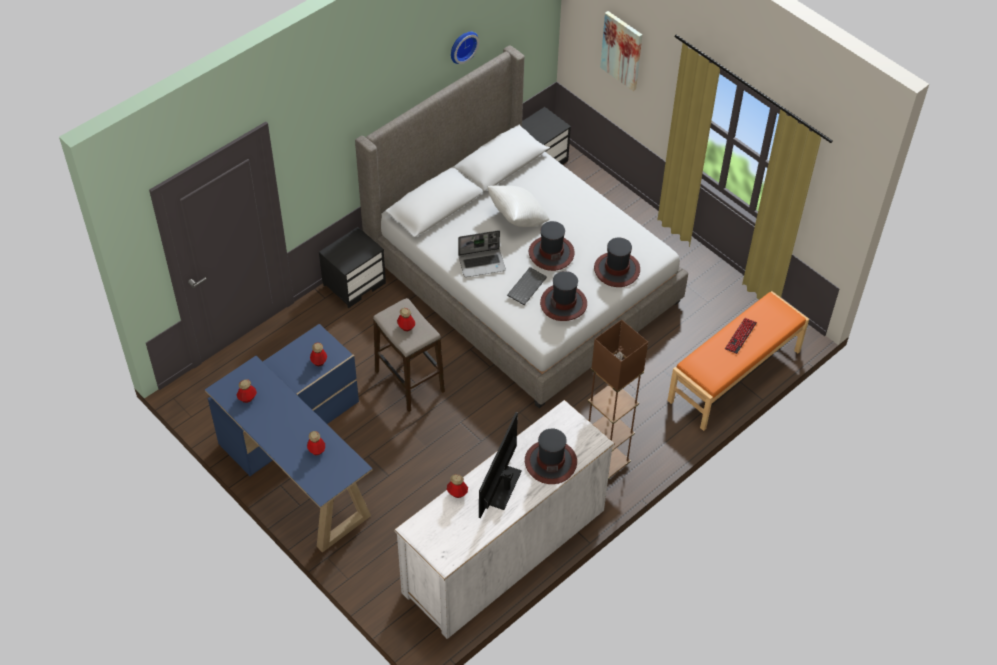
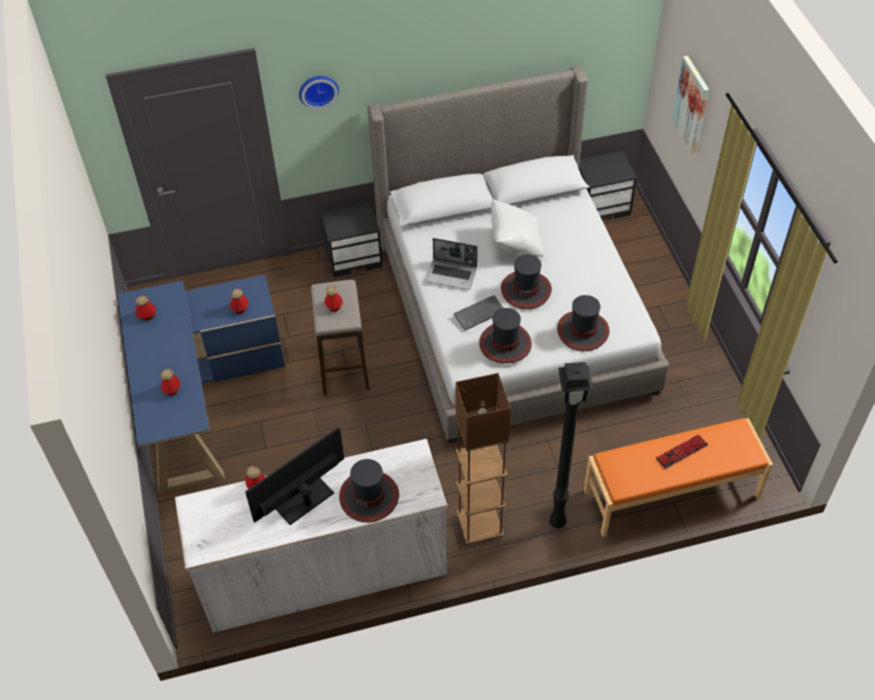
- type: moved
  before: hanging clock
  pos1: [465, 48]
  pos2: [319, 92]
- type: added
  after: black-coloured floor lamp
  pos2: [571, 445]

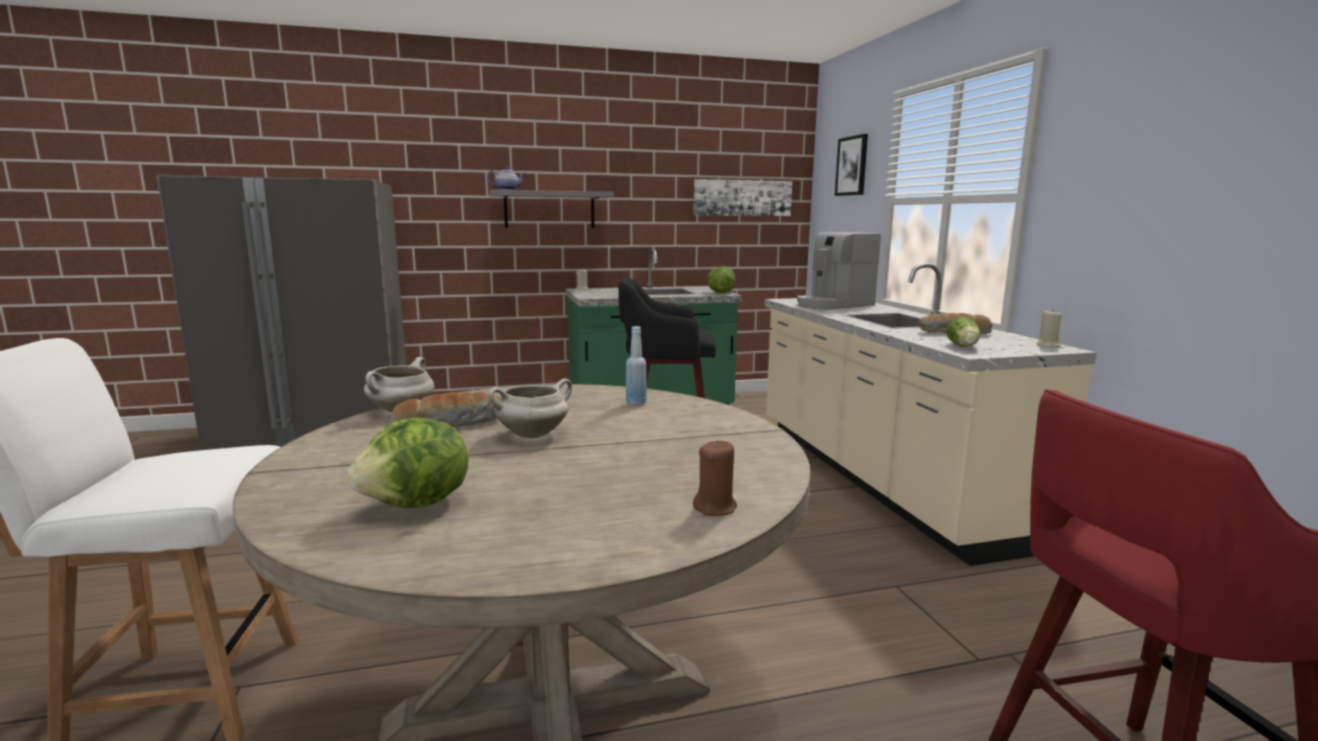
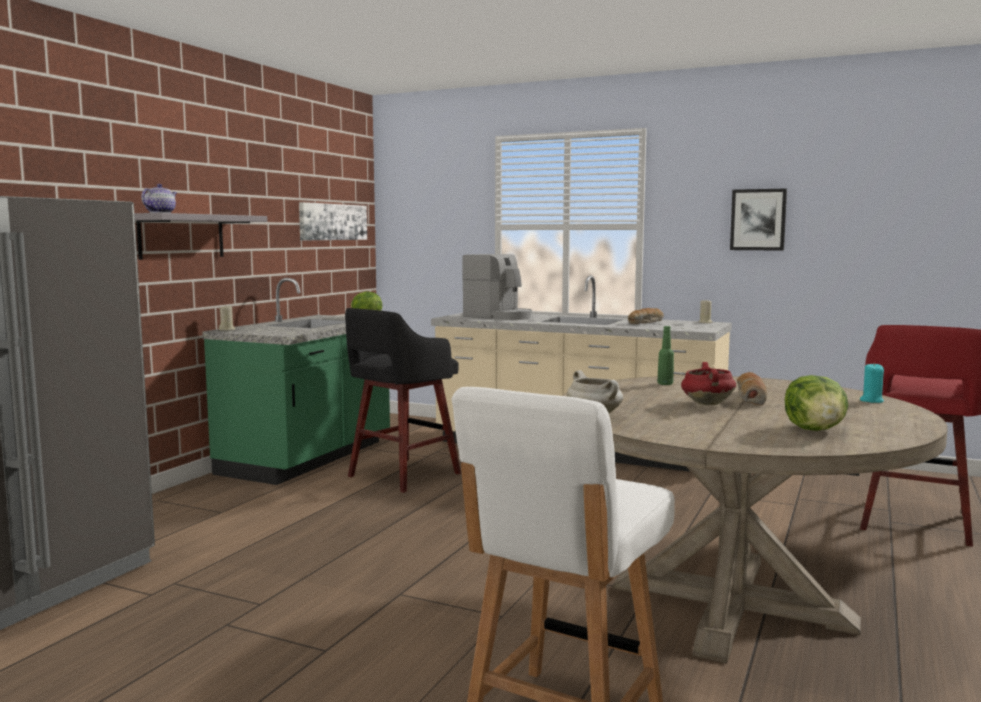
- type: moved
  before: baked bread
  pos1: [444, 409]
  pos2: [752, 389]
- type: recoloured
  before: white-coloured cooking pot
  after: red cooking pot
  pos1: [530, 408]
  pos2: [708, 383]
- type: recoloured
  before: blue-coloured drink bottle
  after: greenish drink bottle
  pos1: [636, 365]
  pos2: [666, 355]
- type: recoloured
  before: brown-coloured wax candle
  after: turquoise-coloured wax candle
  pos1: [715, 478]
  pos2: [872, 383]
- type: turned
  before: coffee maker
  pos1: [839, 271]
  pos2: [497, 287]
  turn: -60
- type: moved
  before: wall picture
  pos1: [851, 165]
  pos2: [758, 219]
- type: removed
  before: head of lettuce
  pos1: [963, 332]

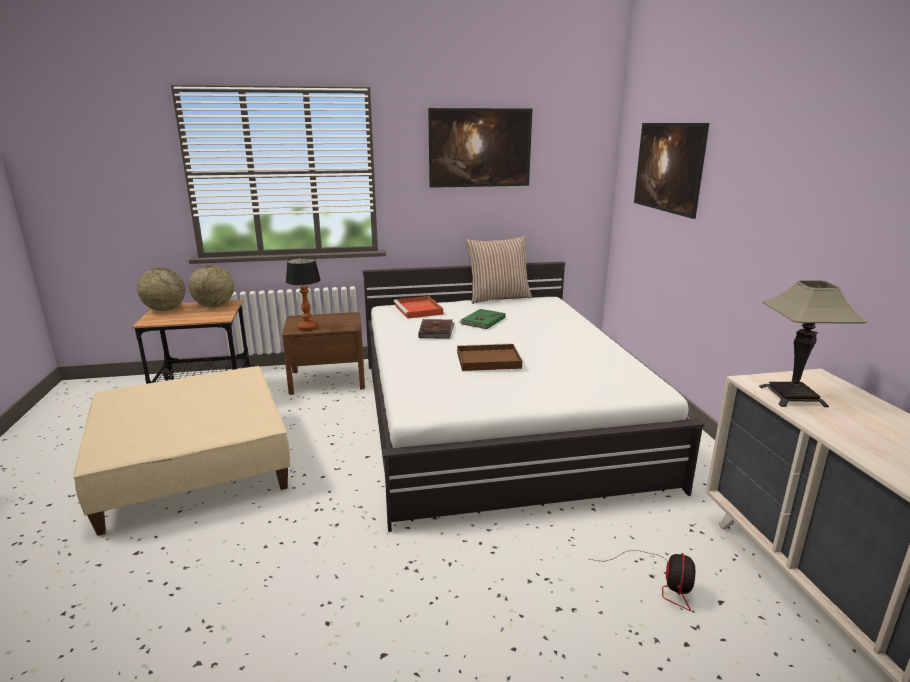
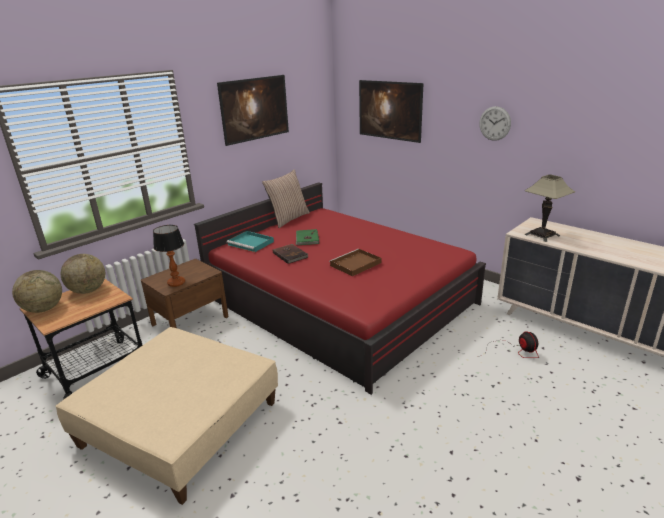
- type: recoloured
  before: white-coloured sleeping bed
  after: red sleeping bed
  pos1: [533, 397]
  pos2: [340, 288]
- type: recoloured
  before: red carrying tray
  after: turquoise-coloured carrying tray
  pos1: [418, 307]
  pos2: [250, 241]
- type: added
  after: hanging clock
  pos2: [495, 123]

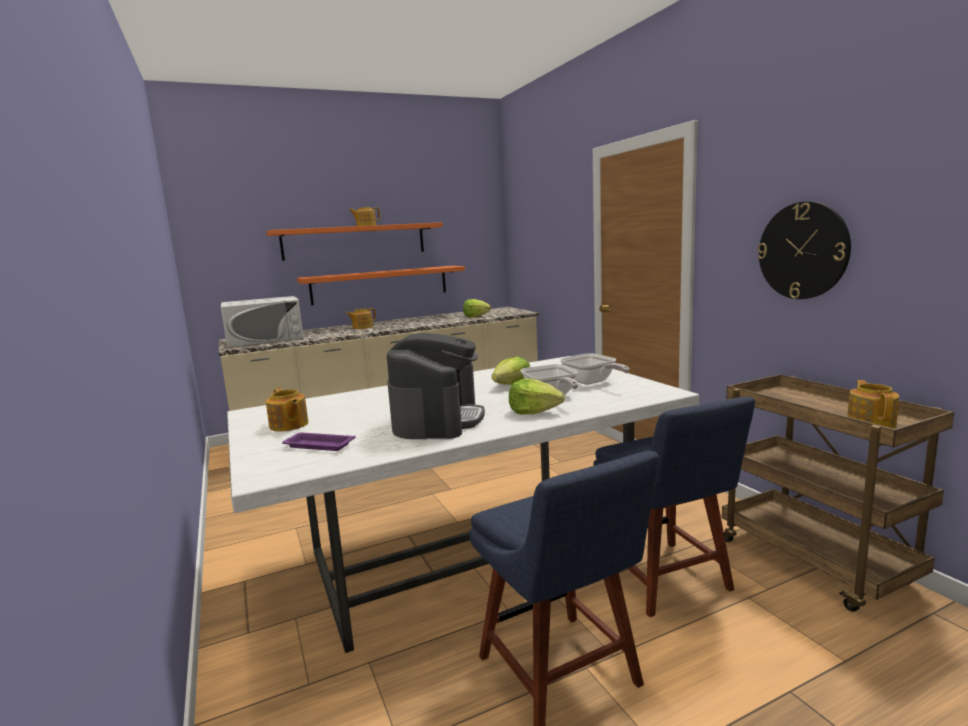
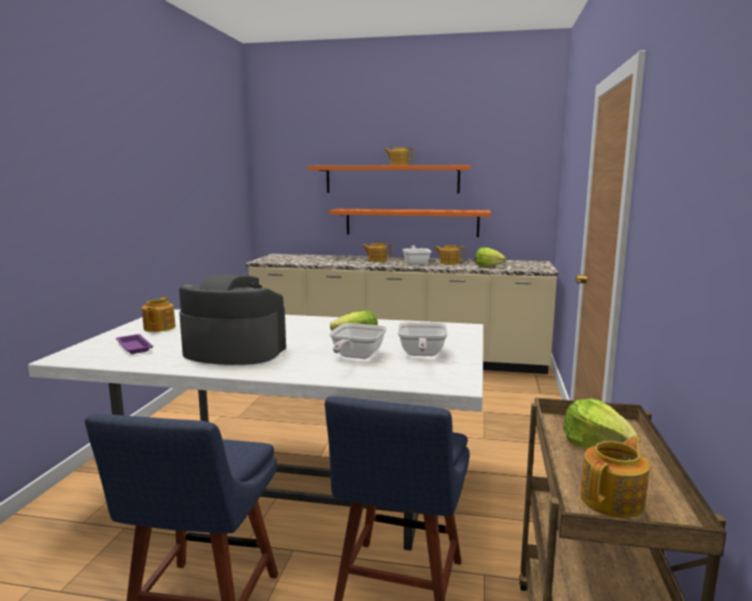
- type: removed
  before: white-coloured kitchen microwave
  pos1: [262, 322]
- type: turned
  before: coffee maker
  pos1: [436, 386]
  pos2: [232, 319]
  turn: -120
- type: moved
  before: head of lettuce
  pos1: [537, 396]
  pos2: [601, 423]
- type: removed
  before: hanging clock
  pos1: [804, 250]
- type: added
  after: frying pan
  pos2: [417, 255]
- type: added
  after: pot for tea
  pos2: [449, 255]

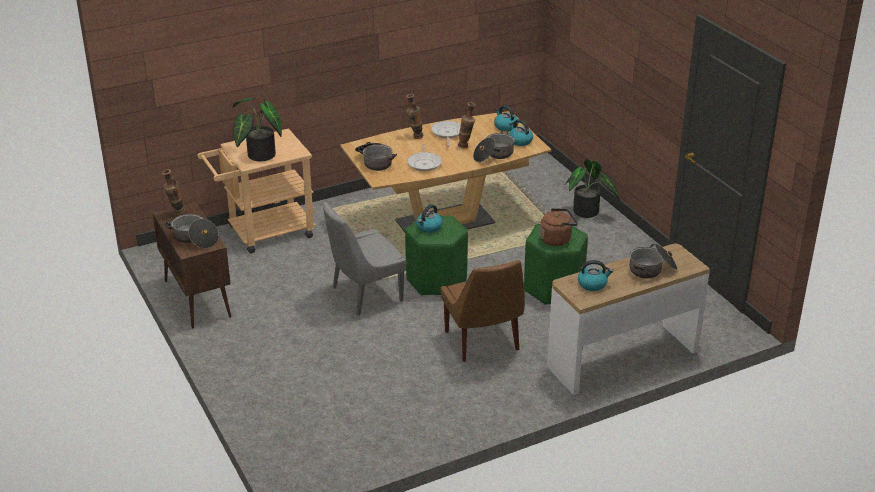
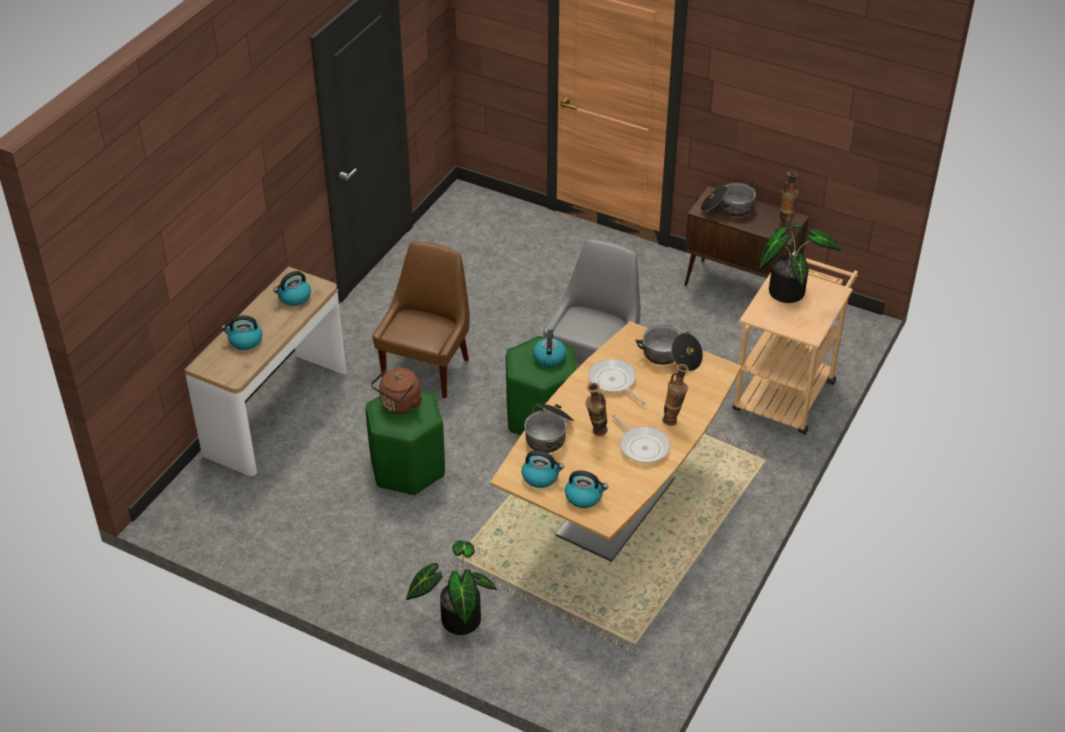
- type: turned
  before: brown-coloured chair
  pos1: [482, 311]
  pos2: [421, 320]
  turn: 75
- type: replaced
  before: cooking pot
  after: tea kettle
  pos1: [653, 261]
  pos2: [241, 332]

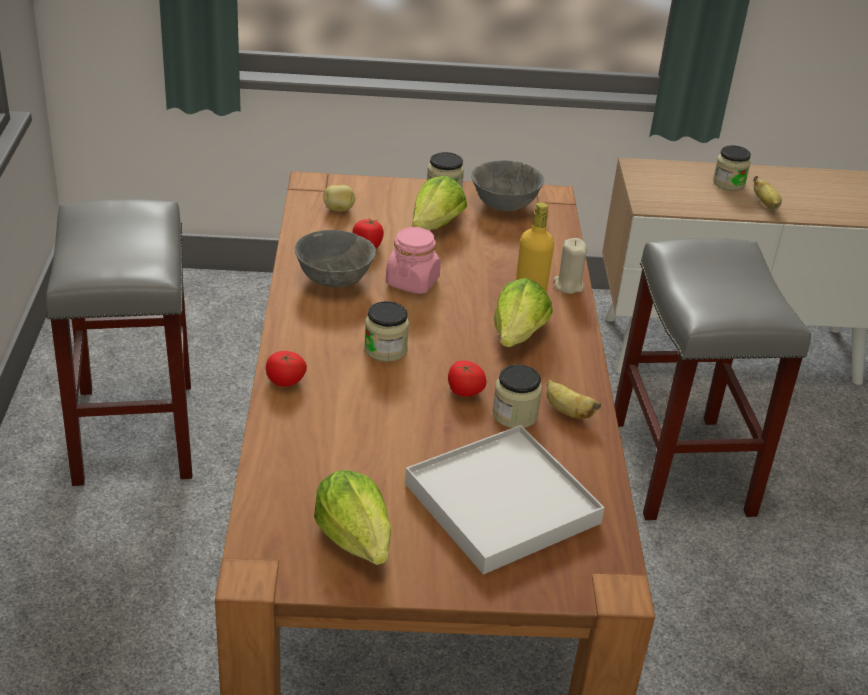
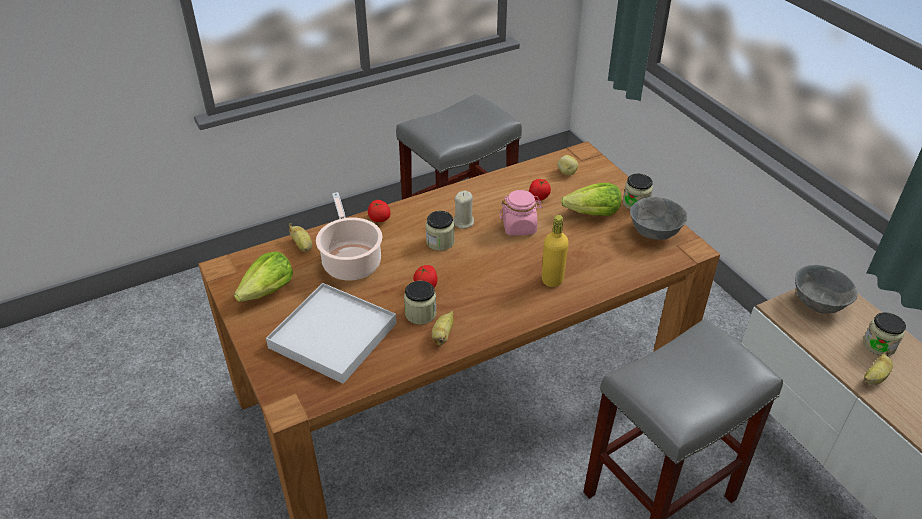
- type: moved
  before: greyish deep dish
  pos1: [335, 258]
  pos2: [826, 289]
- type: removed
  before: head of lettuce
  pos1: [523, 312]
- type: moved
  before: beige-coloured wax candle
  pos1: [570, 266]
  pos2: [463, 210]
- type: added
  after: banana fruit
  pos2: [300, 237]
- type: added
  after: cooking pot
  pos2: [349, 236]

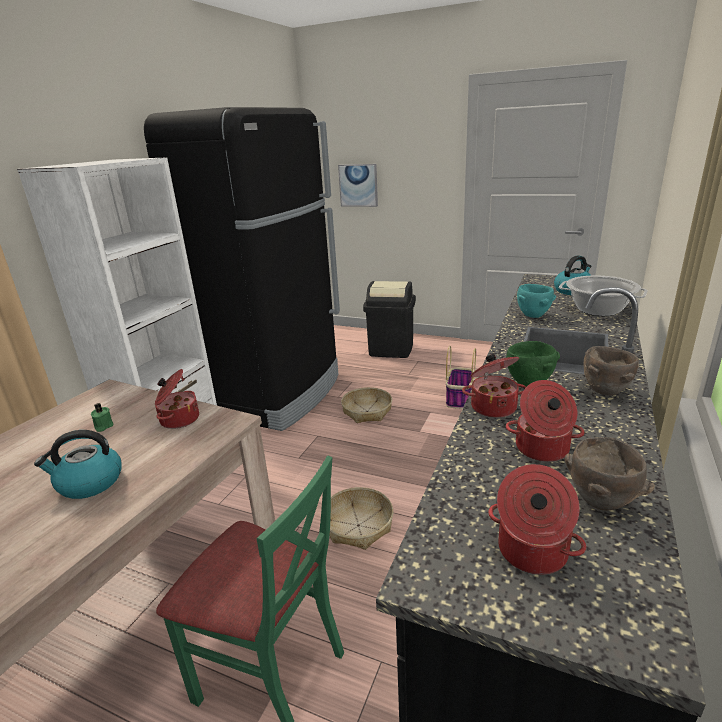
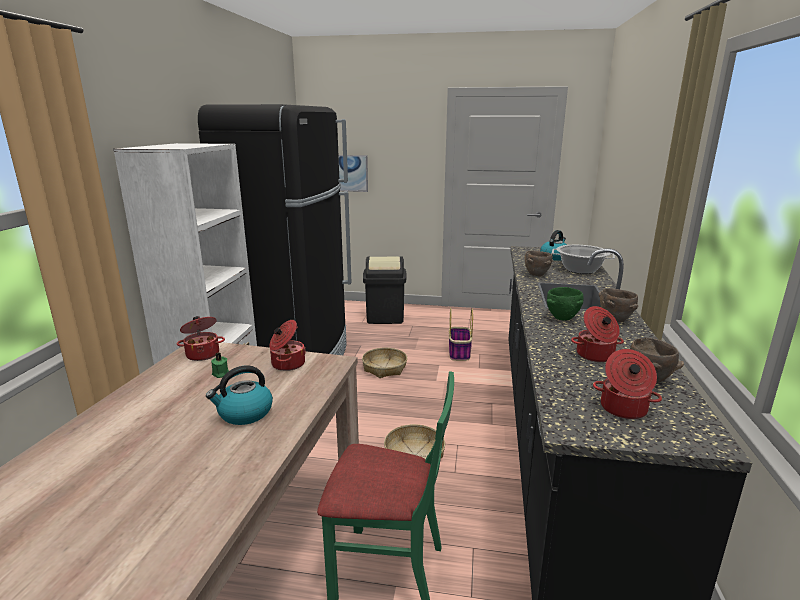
- type: moved
  before: cooking pot
  pos1: [494, 386]
  pos2: [201, 338]
- type: recoloured
  before: turquoise-coloured deep dish
  after: brown-coloured deep dish
  pos1: [536, 301]
  pos2: [539, 263]

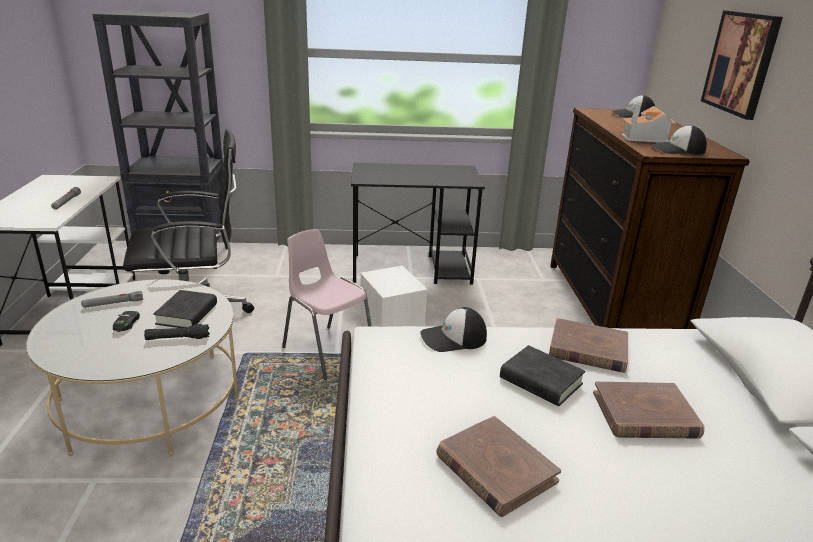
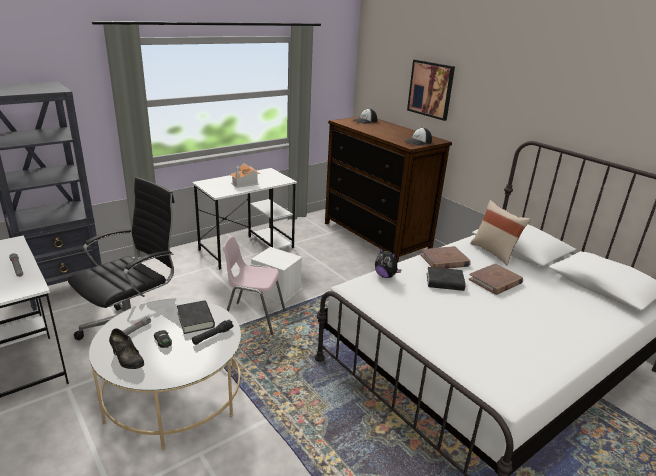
- type: recoloured
  before: black-coloured desk table
  after: white-coloured desk table
  pos1: [418, 223]
  pos2: [244, 219]
- type: replaced
  before: peaked cap
  after: cuddly toy
  pos1: [453, 329]
  pos2: [388, 262]
- type: removed
  before: brown-coloured volume
  pos1: [498, 466]
- type: moved
  before: miniature house
  pos1: [648, 123]
  pos2: [245, 175]
- type: added
  after: black-coloured item of footwear
  pos2: [126, 348]
- type: added
  after: beige-coloured throw pillow
  pos2: [500, 232]

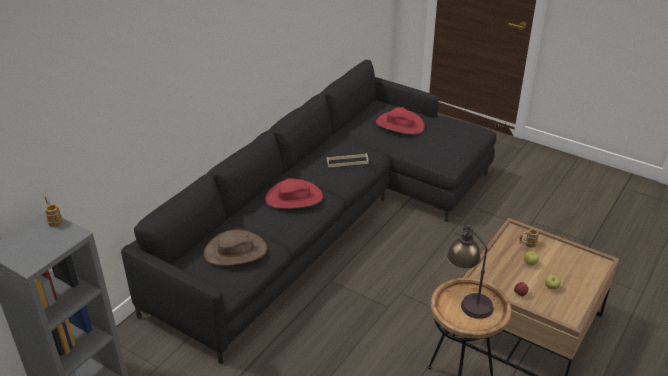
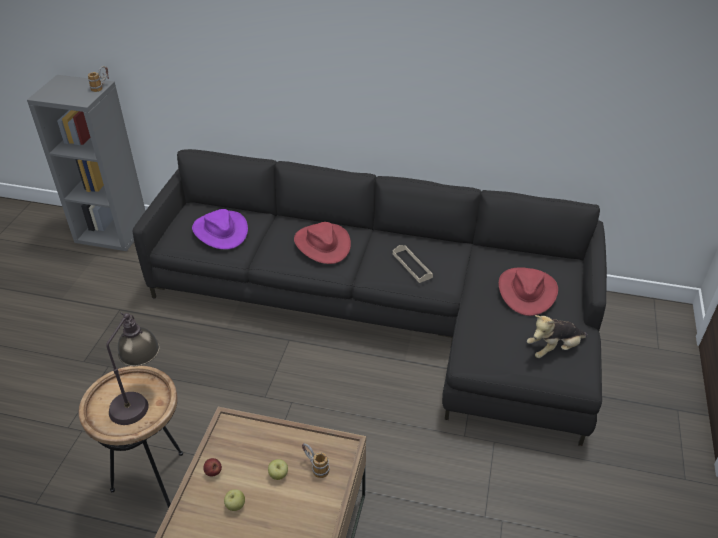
- type: recoloured
  before: brown-coloured hat
  after: purple hat
  pos1: [235, 248]
  pos2: [220, 229]
- type: added
  after: cuddly toy
  pos2: [557, 336]

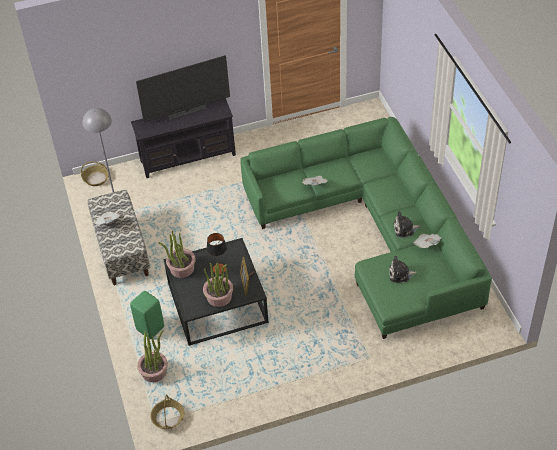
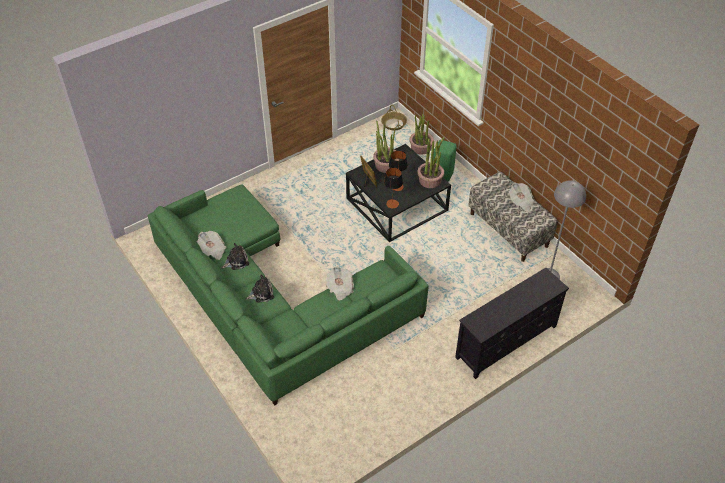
- type: removed
  before: basket
  pos1: [95, 174]
- type: removed
  before: television
  pos1: [183, 88]
- type: moved
  before: cuddly toy
  pos1: [403, 269]
  pos2: [260, 289]
- type: added
  after: table lamp
  pos2: [393, 188]

